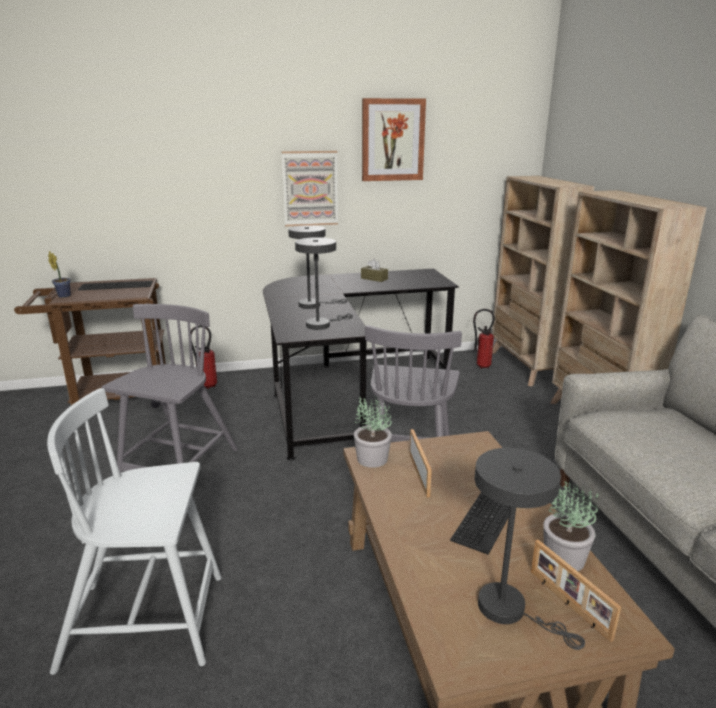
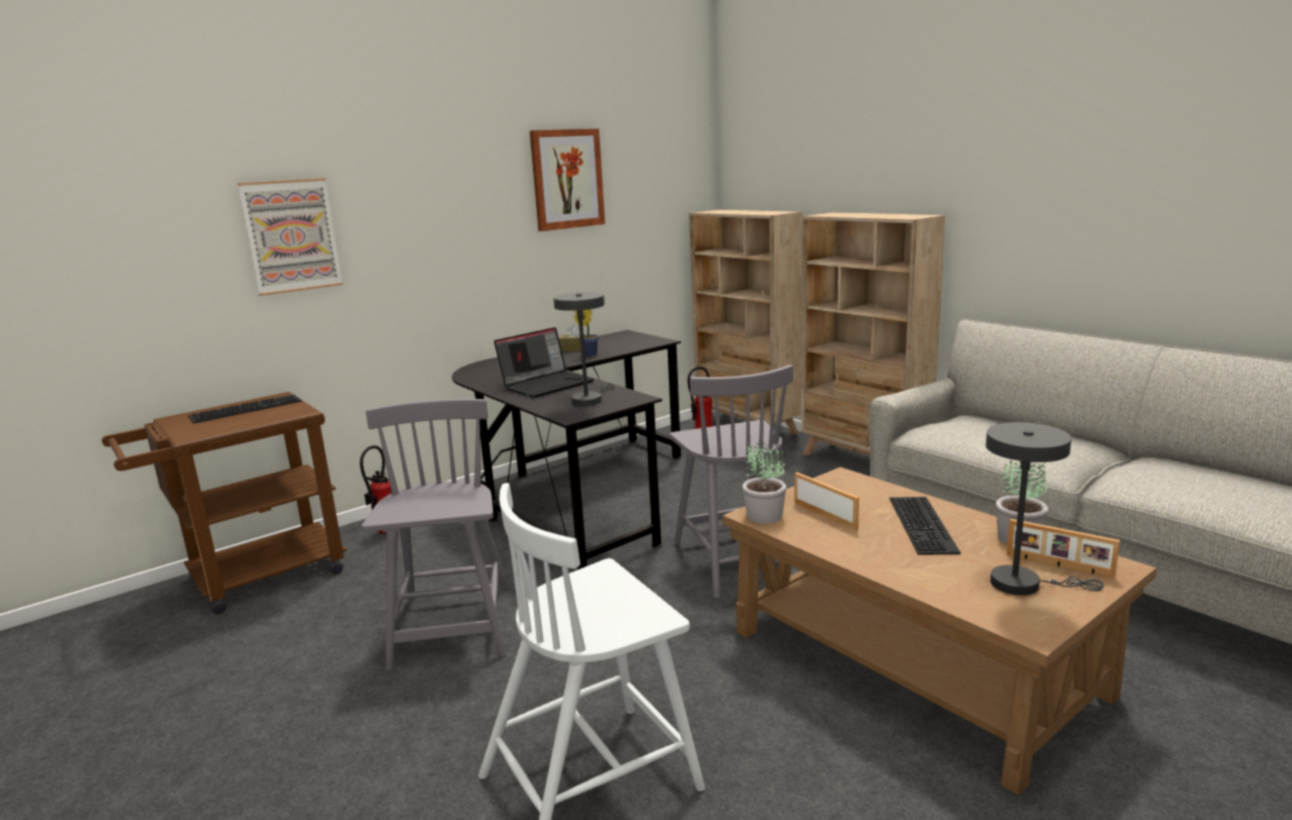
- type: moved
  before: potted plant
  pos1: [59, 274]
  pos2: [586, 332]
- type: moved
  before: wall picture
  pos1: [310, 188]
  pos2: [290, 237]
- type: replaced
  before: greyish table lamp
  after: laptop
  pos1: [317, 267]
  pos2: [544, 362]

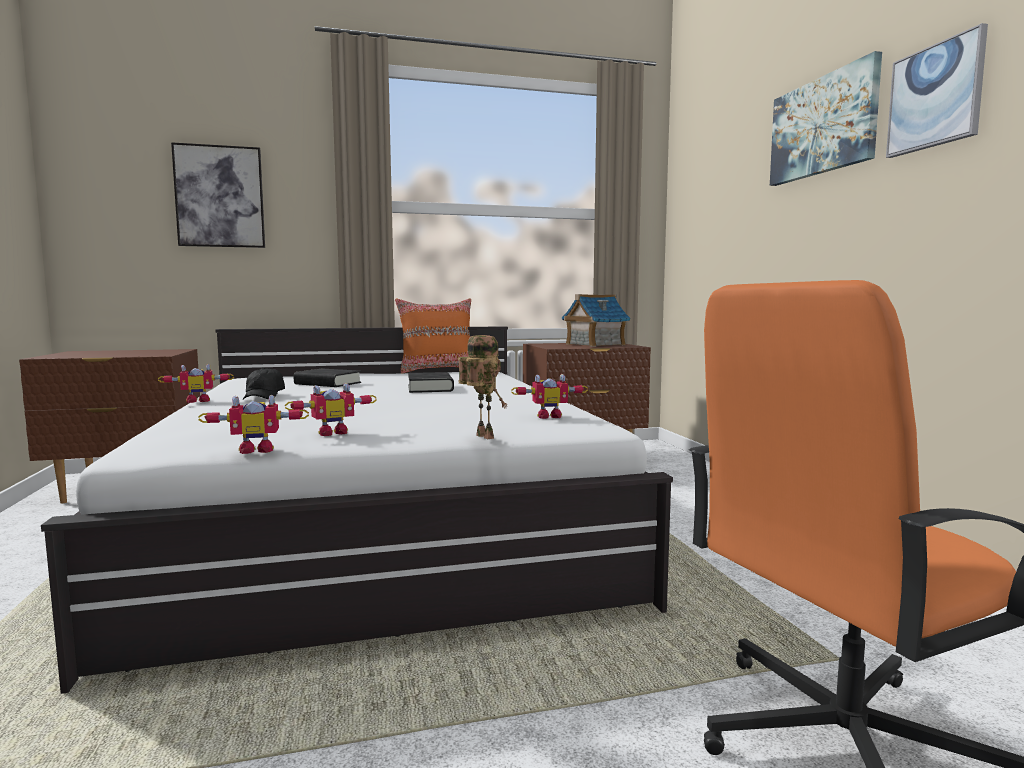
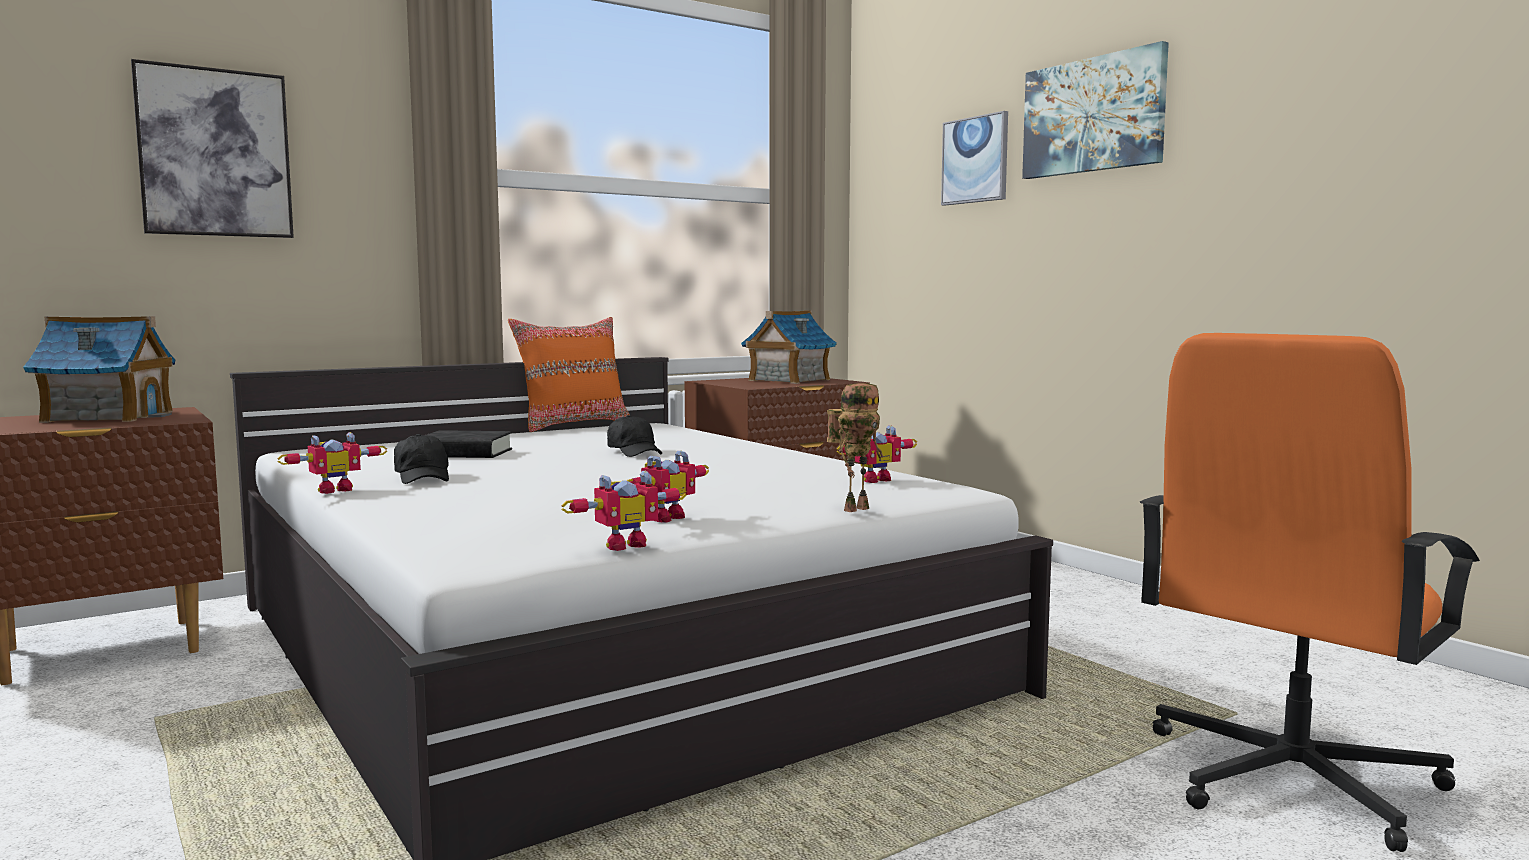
- type: replaced
  before: black-coloured volume
  after: black-coloured peaked cap
  pos1: [431, 382]
  pos2: [634, 436]
- type: turned
  before: toy robot
  pos1: [482, 387]
  pos2: [855, 447]
  turn: 105
- type: moved
  before: wall picture
  pos1: [937, 90]
  pos2: [974, 158]
- type: added
  after: miniature house
  pos2: [99, 369]

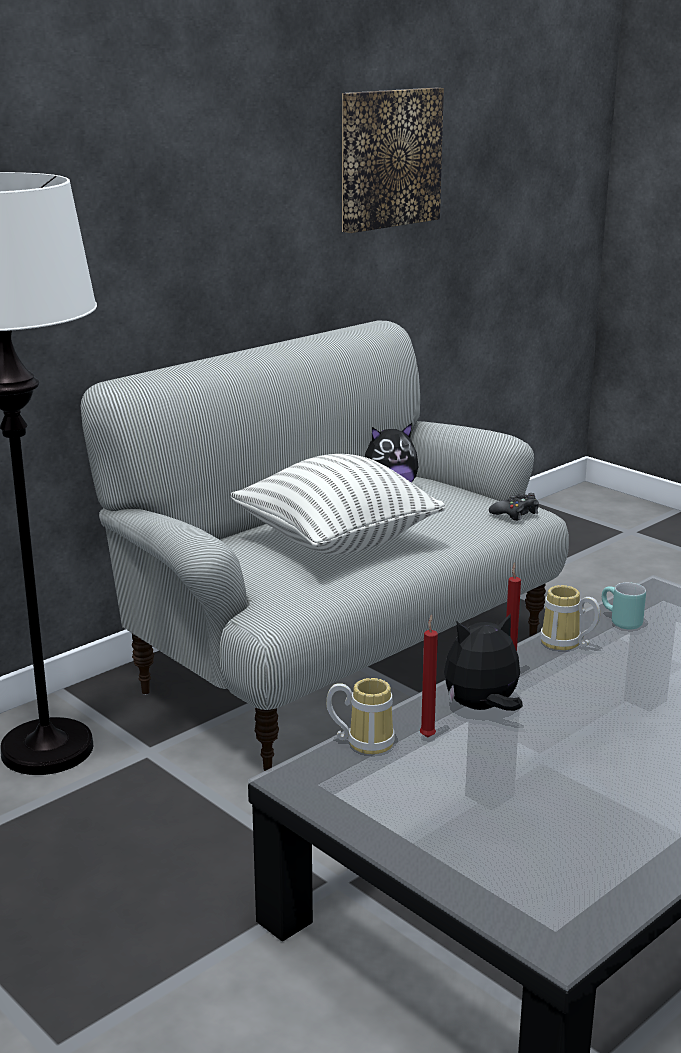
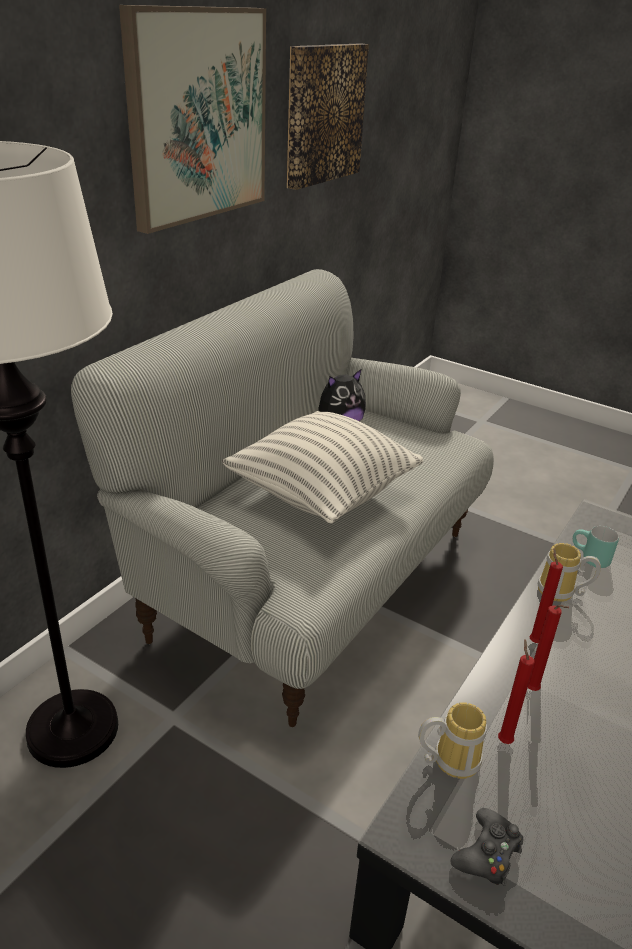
- type: replaced
  before: cuddly toy
  after: red wax candle
  pos1: [483, 662]
  pos2: [548, 648]
- type: moved
  before: black-coloured gamepad
  pos1: [514, 507]
  pos2: [487, 847]
- type: added
  after: wall picture
  pos2: [192, 119]

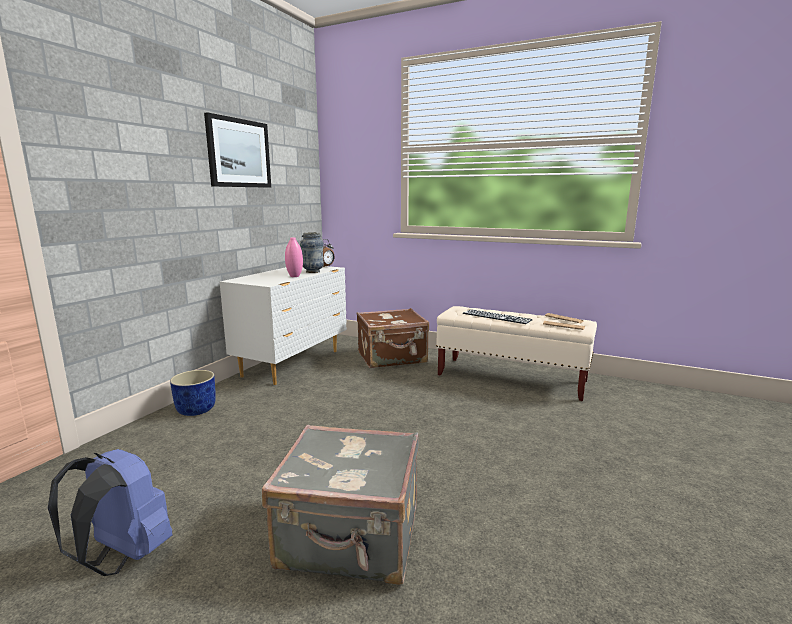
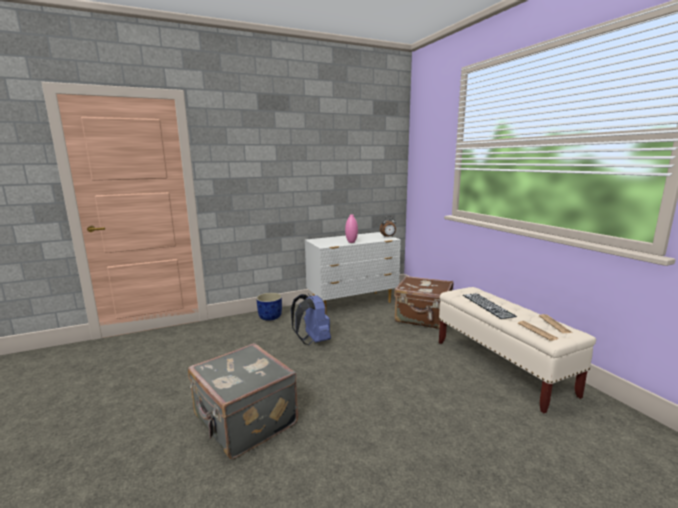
- type: moved
  before: blue-coloured backpack
  pos1: [110, 512]
  pos2: [311, 319]
- type: removed
  before: wall picture
  pos1: [237, 150]
- type: removed
  before: decorative vase
  pos1: [312, 252]

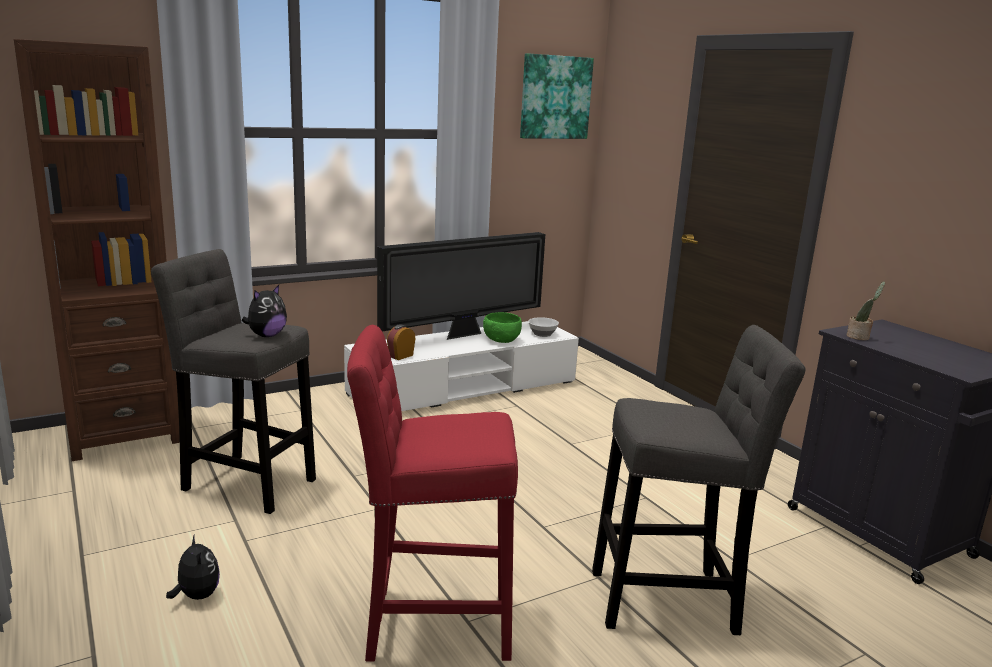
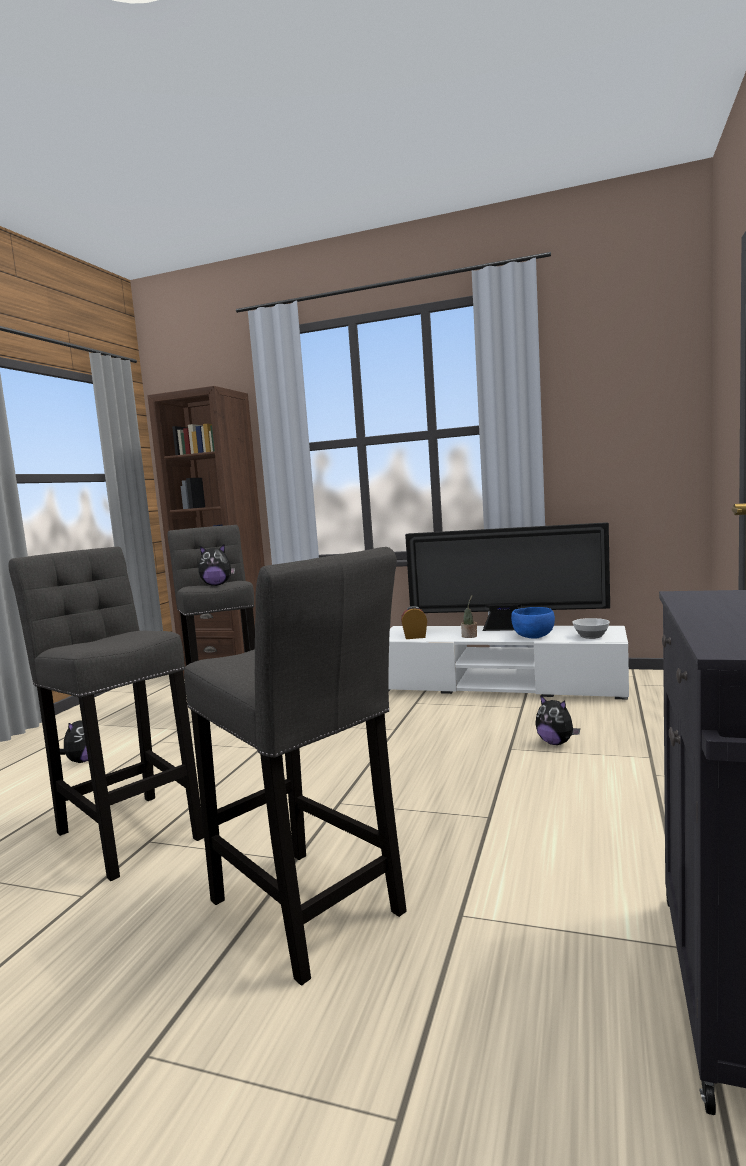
- type: recoloured
  before: red stool
  after: greyish stool
  pos1: [432, 493]
  pos2: [106, 714]
- type: recoloured
  before: greenish deep dish
  after: blue-coloured deep dish
  pos1: [502, 327]
  pos2: [533, 623]
- type: removed
  before: wall picture
  pos1: [557, 96]
- type: moved
  before: potted plant
  pos1: [866, 311]
  pos2: [469, 616]
- type: added
  after: cuddly toy
  pos2: [557, 720]

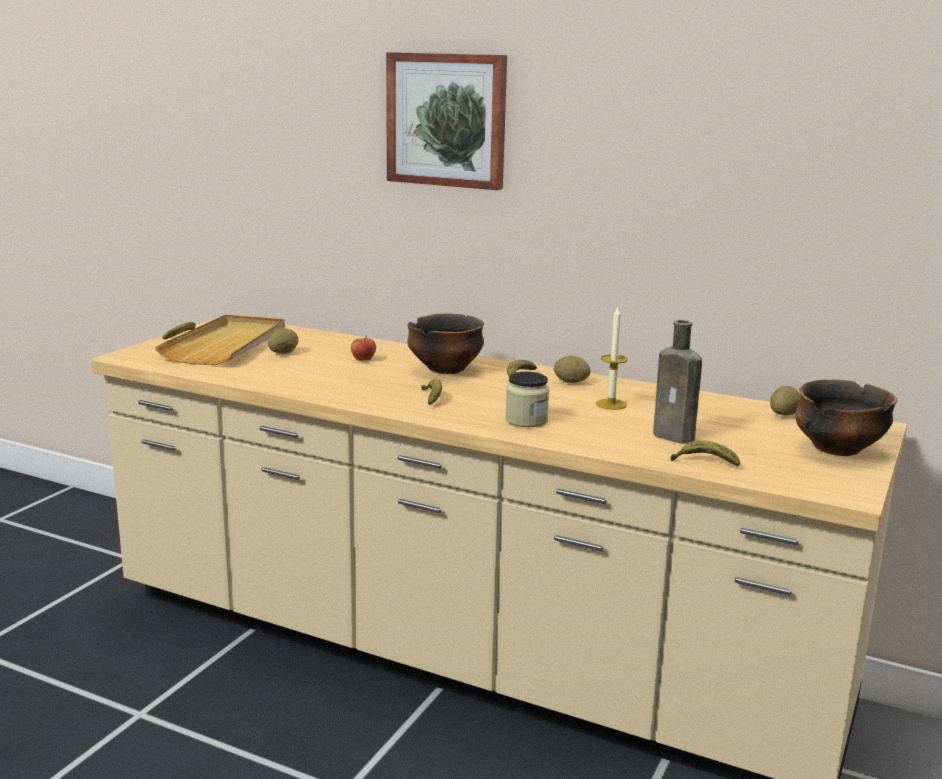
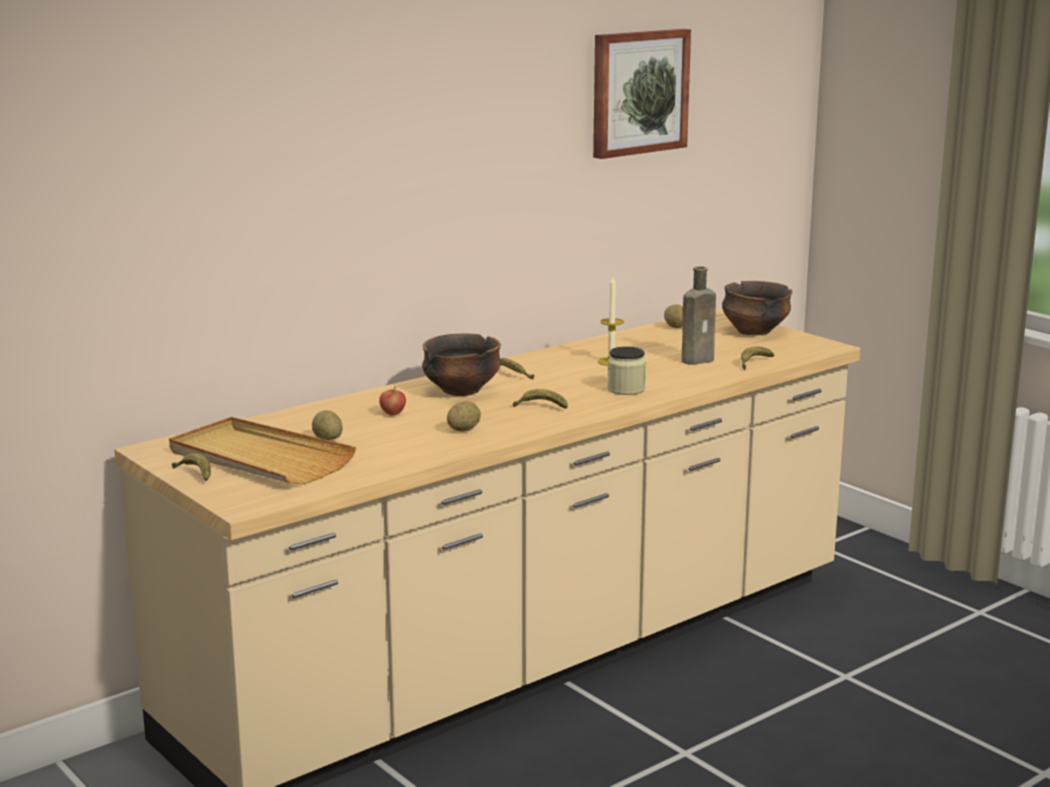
- type: moved
  before: wall picture
  pos1: [446, 121]
  pos2: [642, 94]
- type: moved
  before: potato
  pos1: [572, 369]
  pos2: [464, 416]

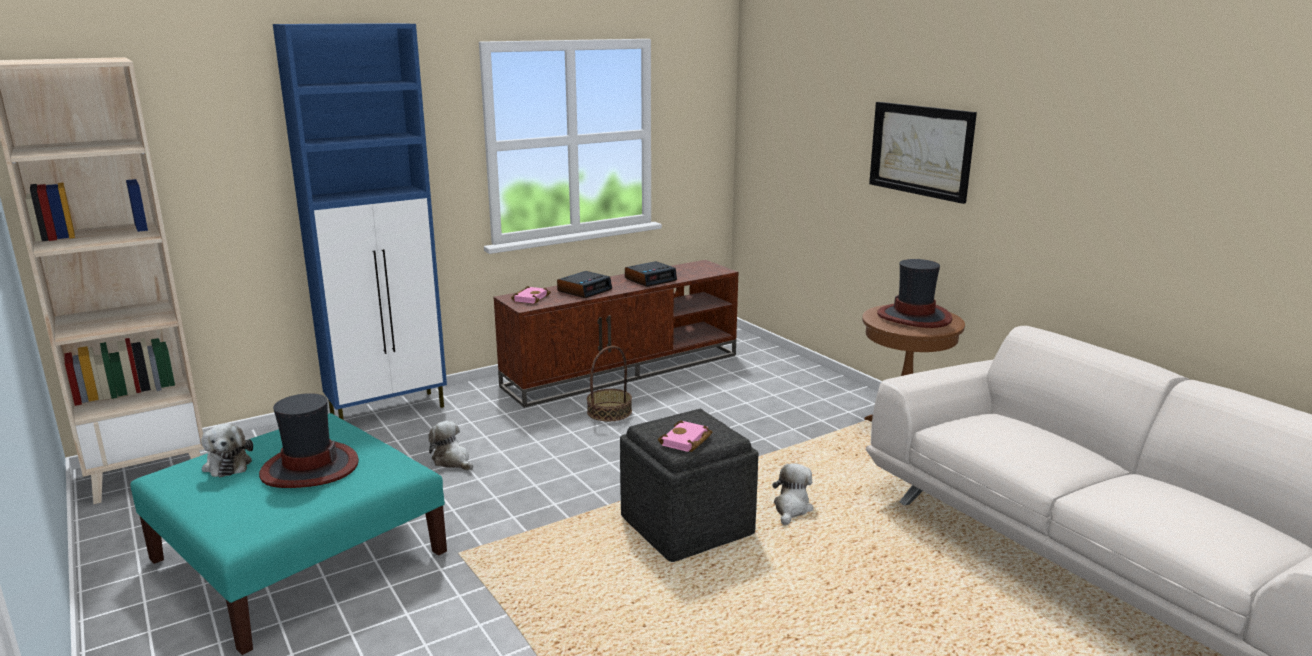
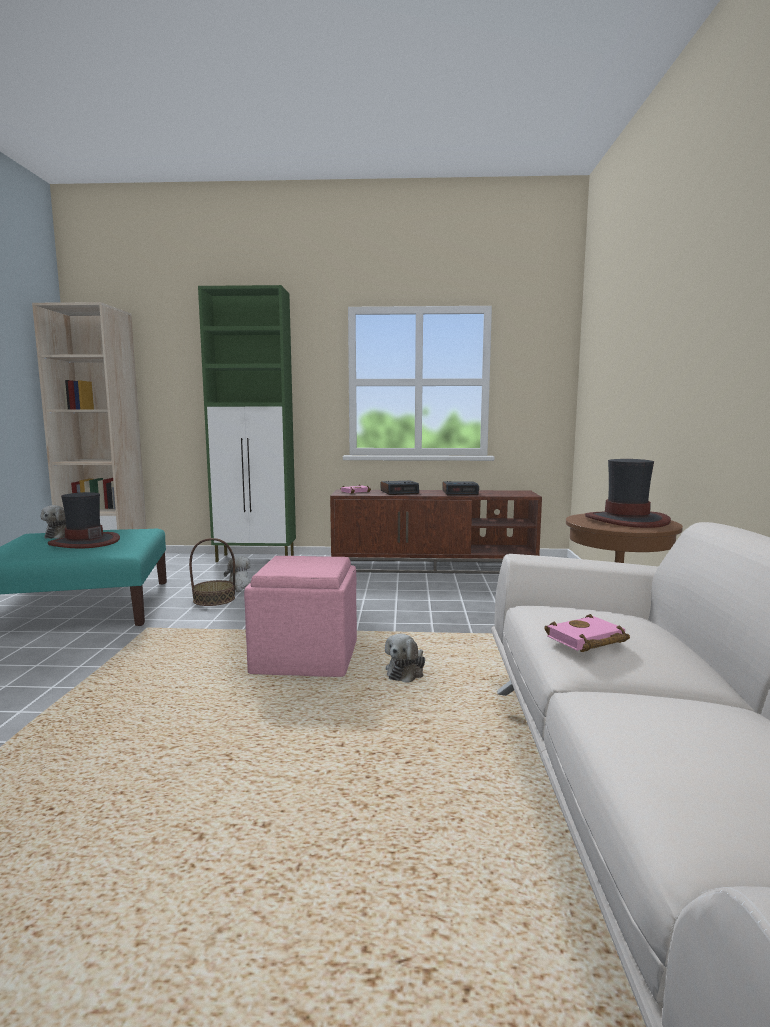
- type: recoloured
  before: blue-coloured storage cabinet
  after: greenish storage cabinet
  pos1: [360, 221]
  pos2: [247, 423]
- type: moved
  before: basket
  pos1: [609, 383]
  pos2: [212, 572]
- type: recoloured
  before: greyish footrest
  after: pinkish footrest
  pos1: [689, 485]
  pos2: [300, 616]
- type: moved
  before: pinkish volume
  pos1: [685, 436]
  pos2: [587, 633]
- type: turned
  before: cuddly toy
  pos1: [792, 494]
  pos2: [405, 658]
  turn: 150
- type: removed
  before: wall picture
  pos1: [923, 153]

